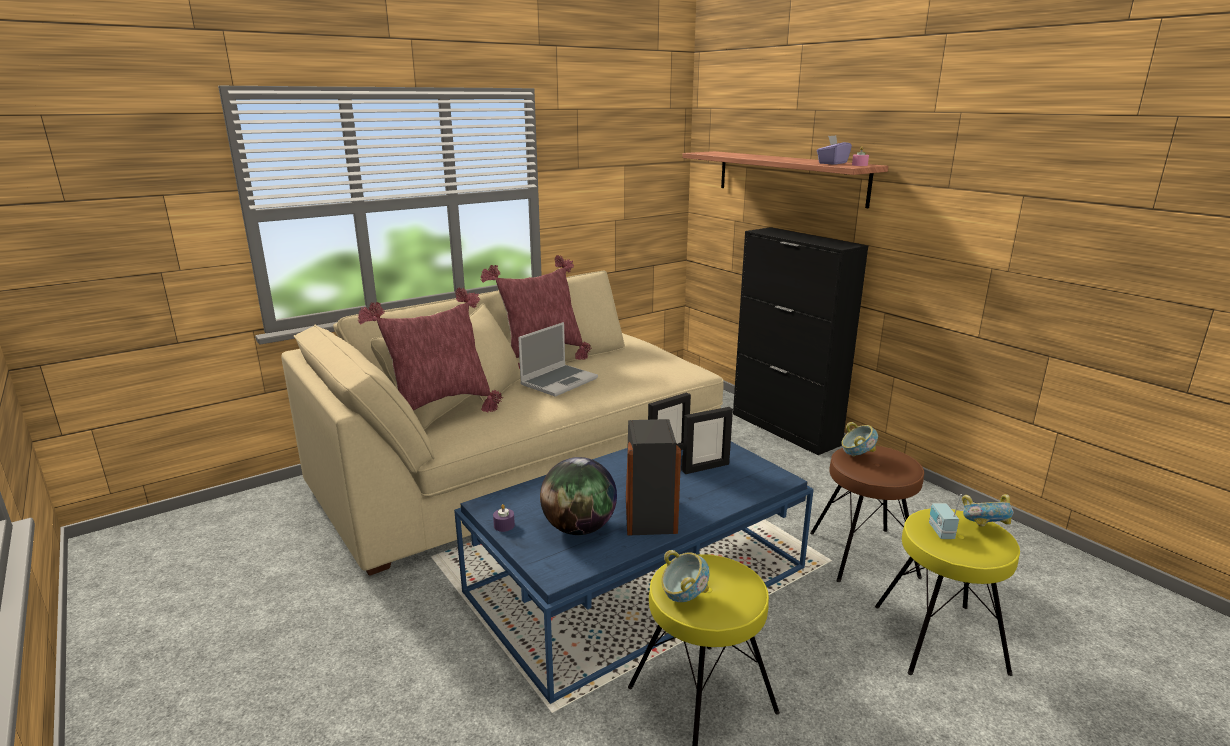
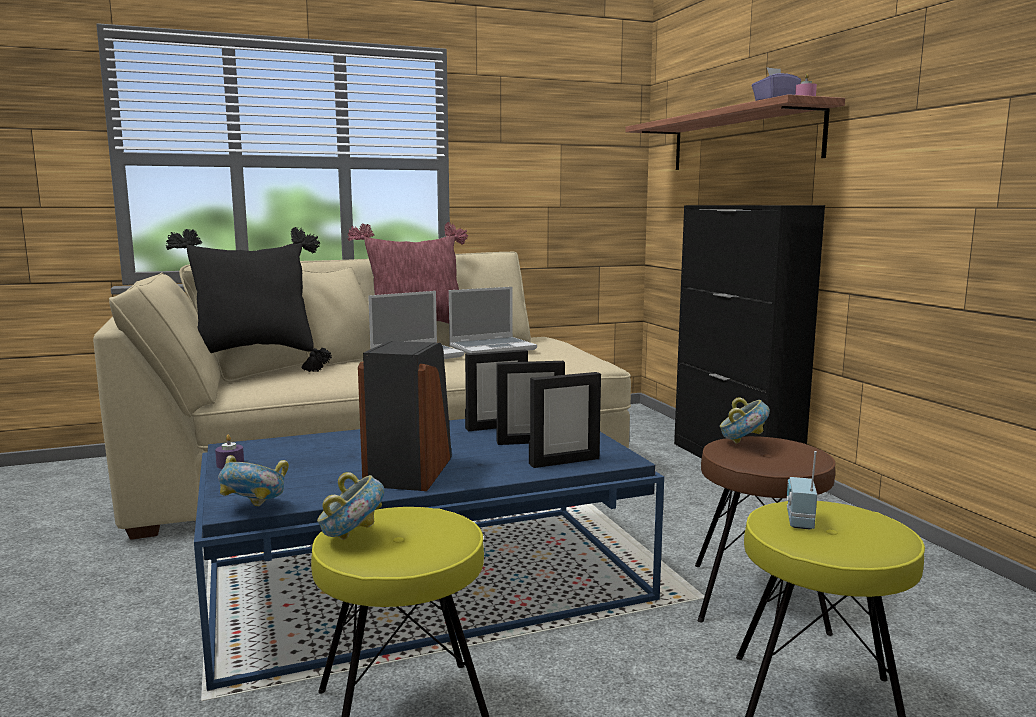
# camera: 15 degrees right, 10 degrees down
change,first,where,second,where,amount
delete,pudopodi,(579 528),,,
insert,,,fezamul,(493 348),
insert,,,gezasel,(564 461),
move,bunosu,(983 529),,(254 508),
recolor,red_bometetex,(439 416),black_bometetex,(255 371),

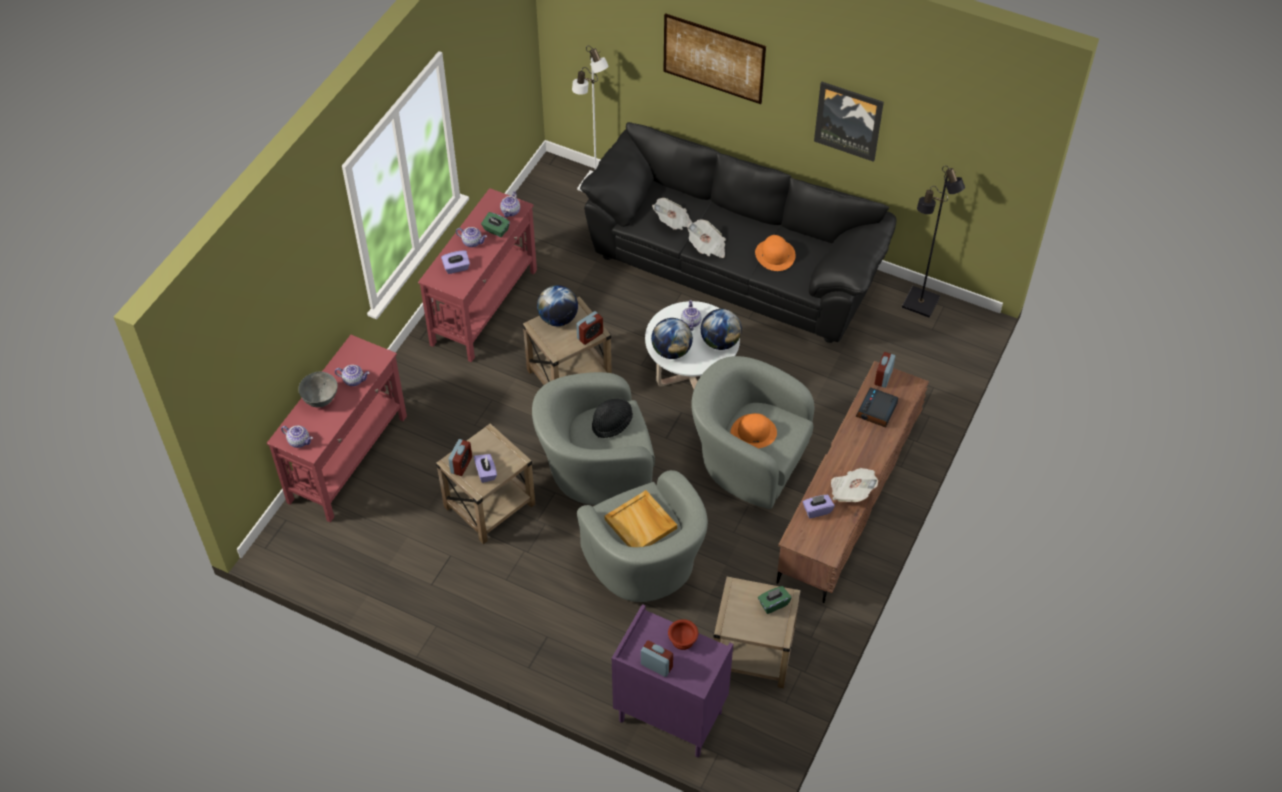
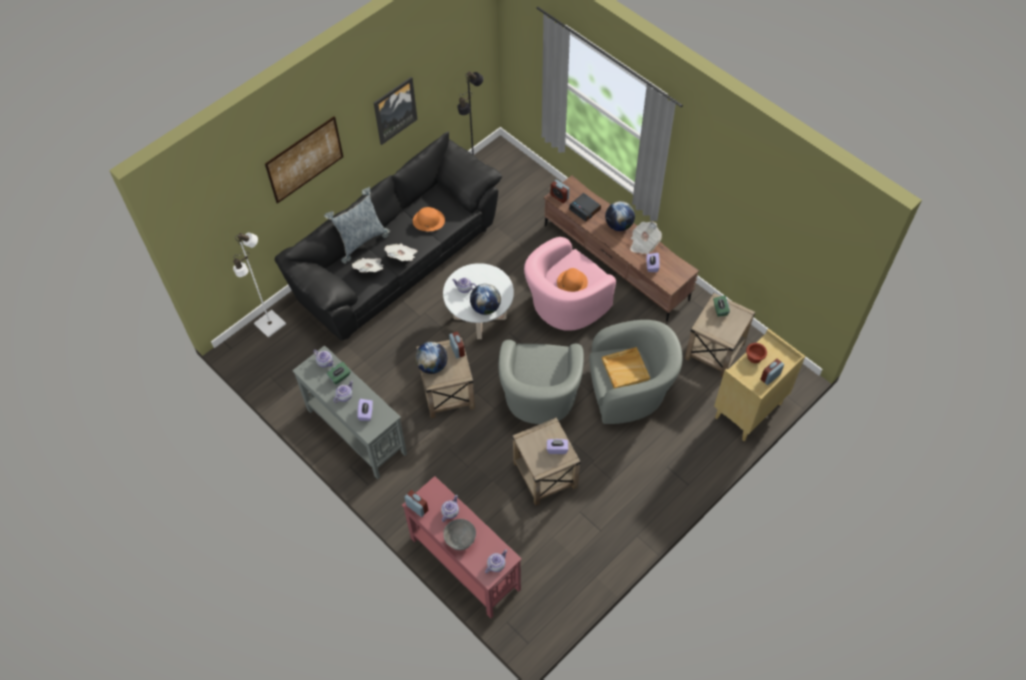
# camera: 70 degrees left, 5 degrees up
change,first,where,second,where,amount
delete,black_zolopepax,(612 423),,,
insert,,,bometetex,(360 243),
move,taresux,(461 465),,(417 508),
move,pudopodi,(720 342),,(619 225),
recolor,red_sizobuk,(485 306),grey_sizobuk,(356 431),
recolor,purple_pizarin,(669 716),beige_pizarin,(748 411),
recolor,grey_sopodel,(748 461),pink_sopodel,(566 307),

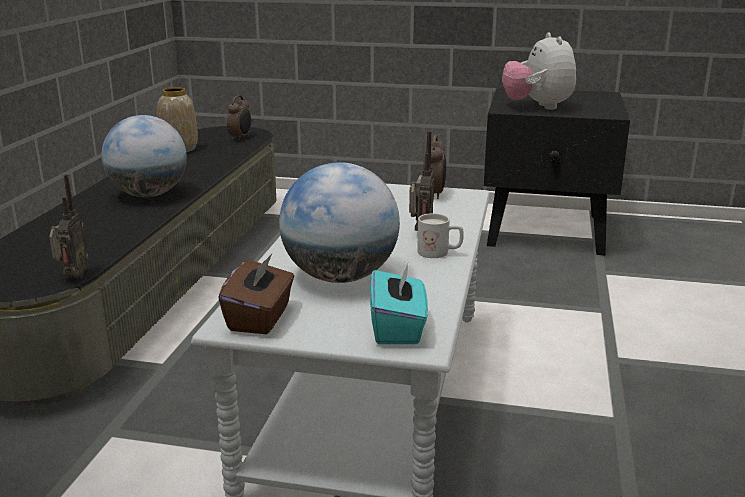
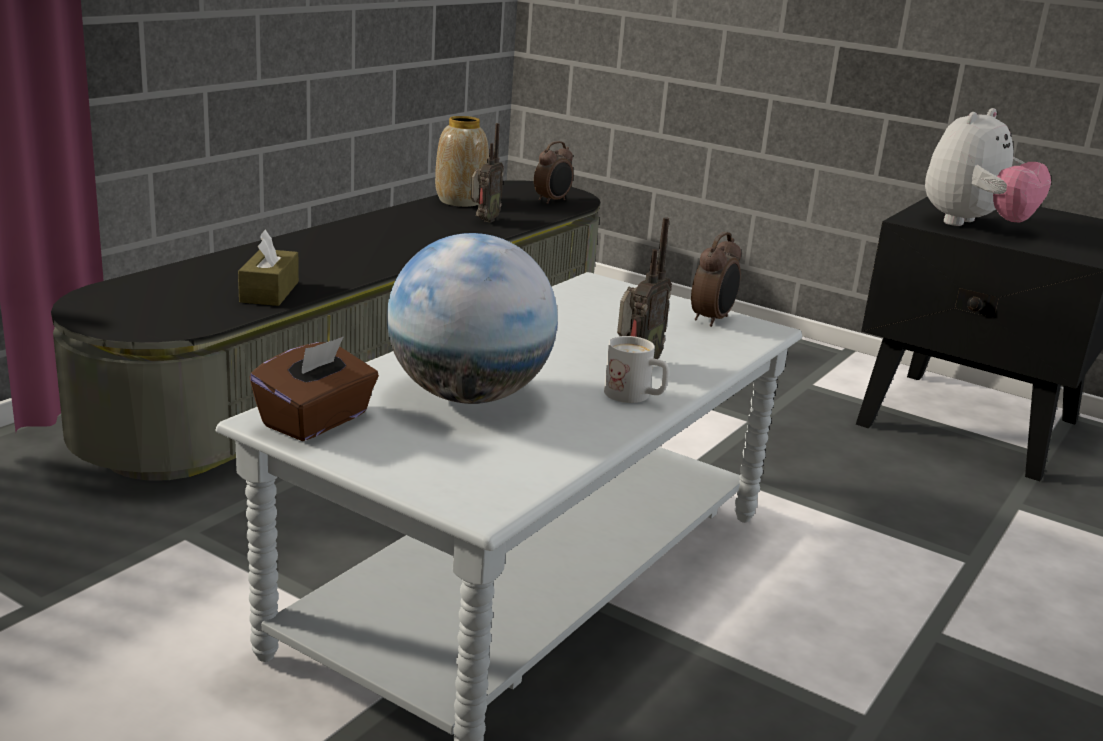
# camera: 20 degrees right, 0 degrees up
change,first,where,second,where,amount
delete,pudopodi,(149 195),,,
delete,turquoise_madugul,(398 328),,,
insert,,,brown_madugul,(269 292),
move,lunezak,(72 277),,(484 221),
rotate,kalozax,(537 107),,(973 225),150 degrees counterclockwise

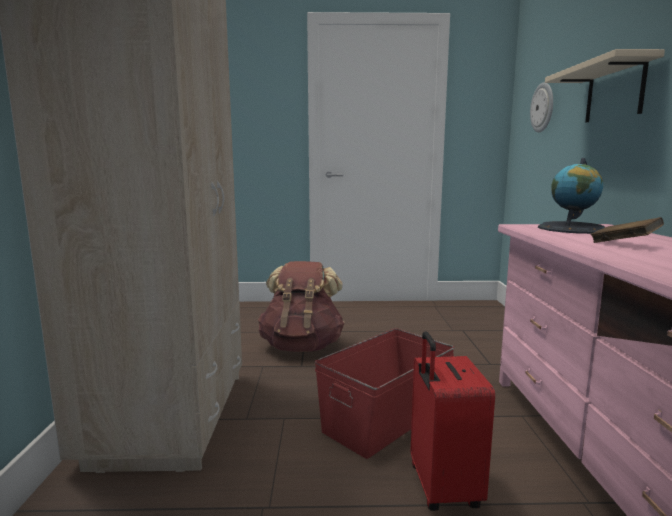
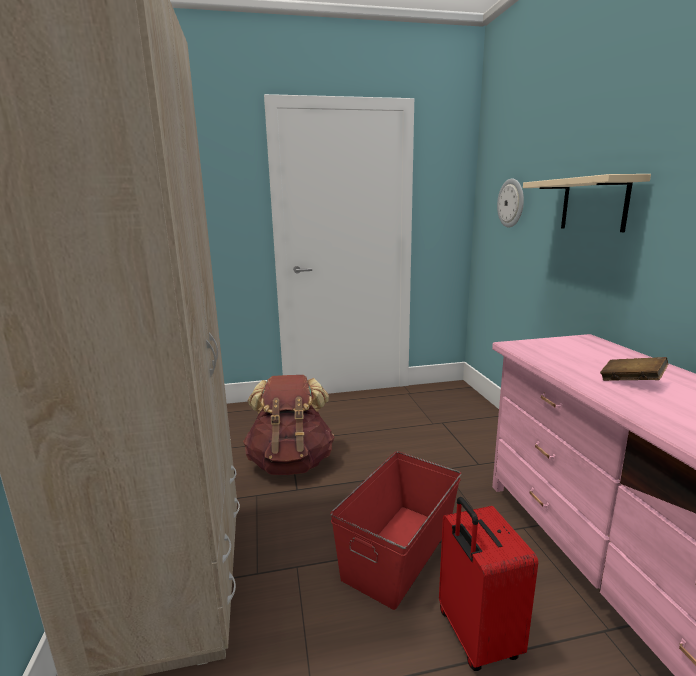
# camera: 10 degrees left, 5 degrees up
change,first,where,second,where,amount
delete,pudopodi,(572 229),,,

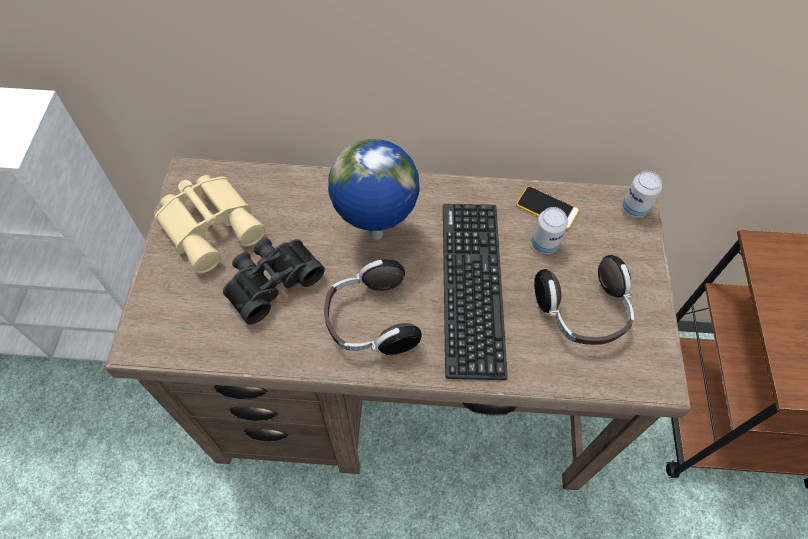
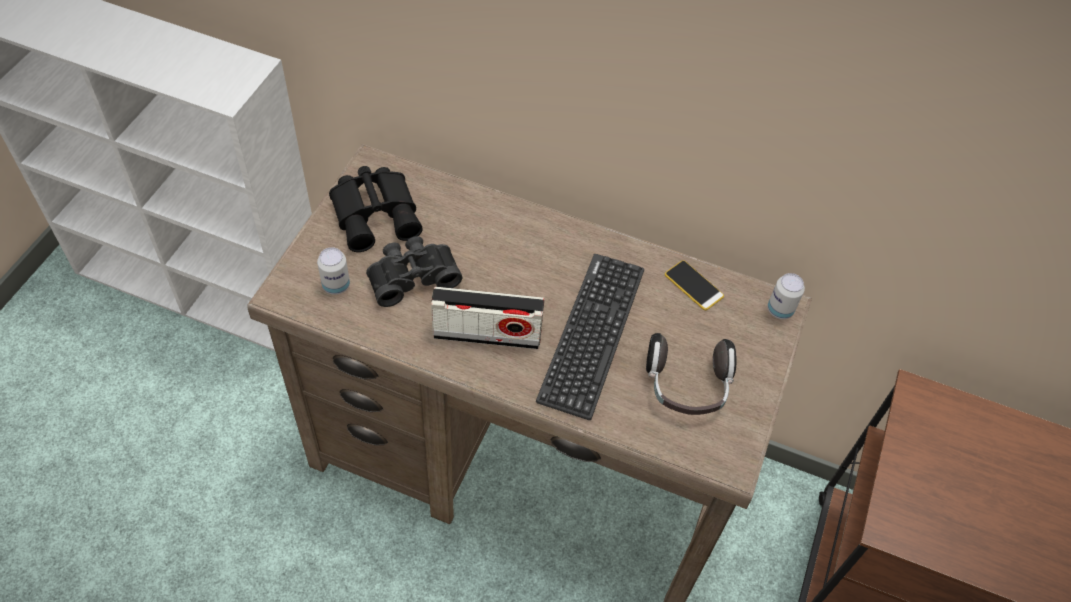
# camera: 15 degrees right, 5 degrees down
change,first,where,second,where,amount
delete,pudopodi,(376 235),,,
move,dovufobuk,(544 244),,(336 285),
replace,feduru,(370 321),lunezak,(487 335),
recolor,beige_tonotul,(212 225),black_tonotul,(377 213),

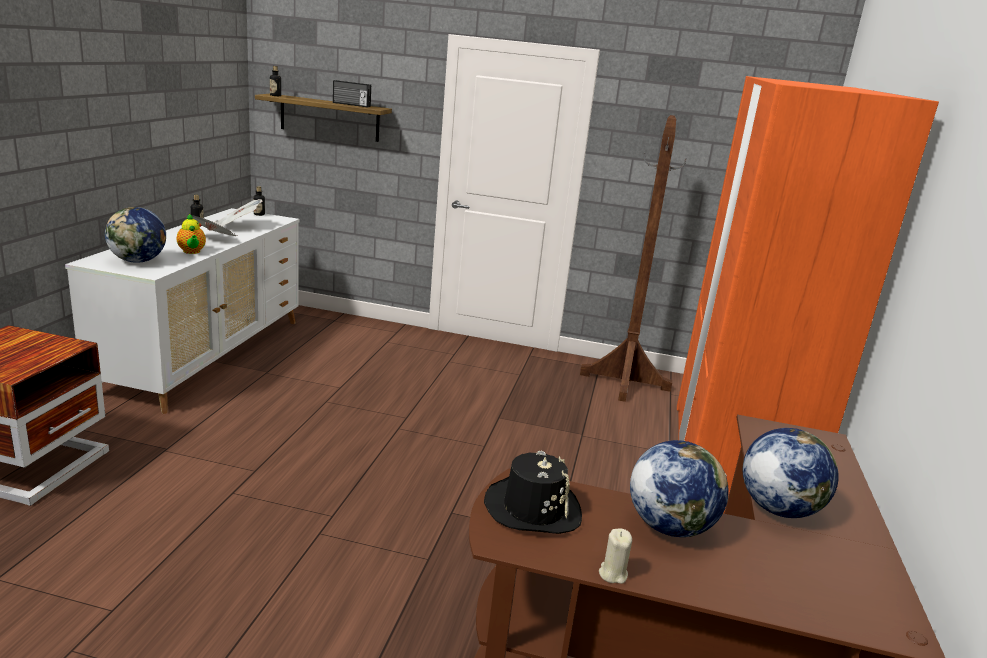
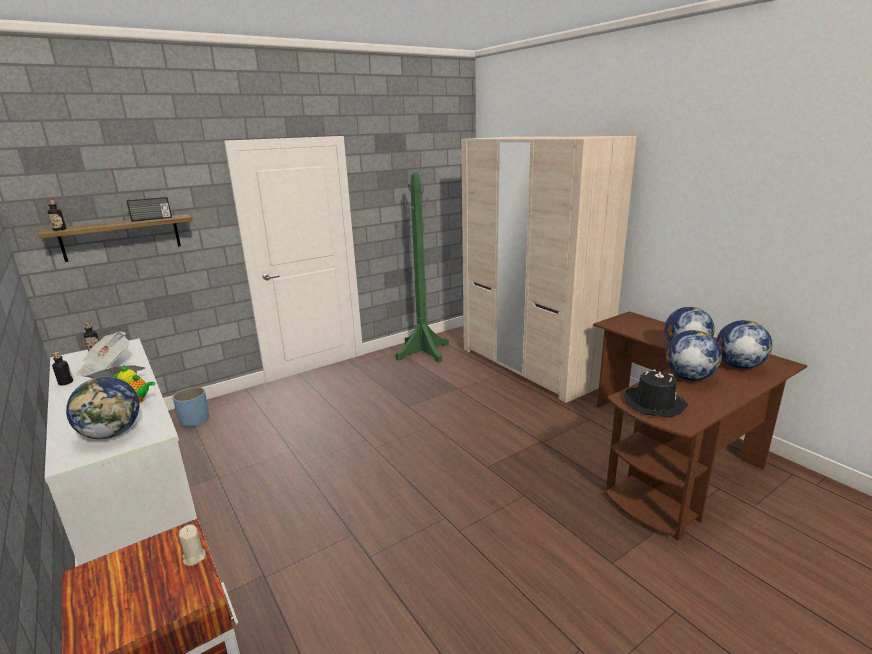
# camera: 45 degrees left, 0 degrees up
change,first,where,second,where,amount
insert,,,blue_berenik,(195 420),
insert,,,pudopodi,(738 366),
move,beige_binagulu,(612 574),,(194 557),
recolor,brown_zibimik,(625 381),green_zibimik,(423 351),
recolor,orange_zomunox,(728 468),beige_zomunox,(531 365),

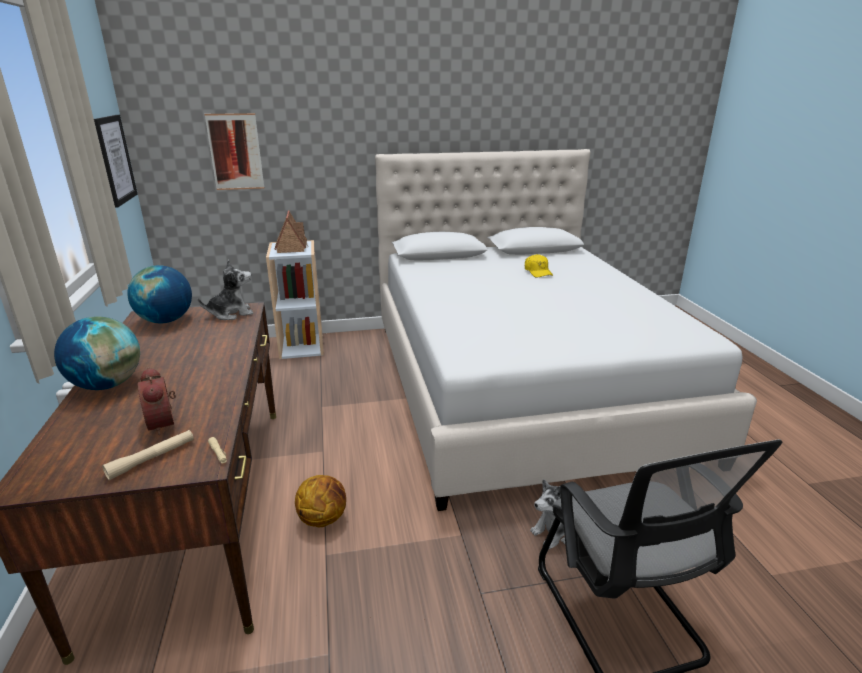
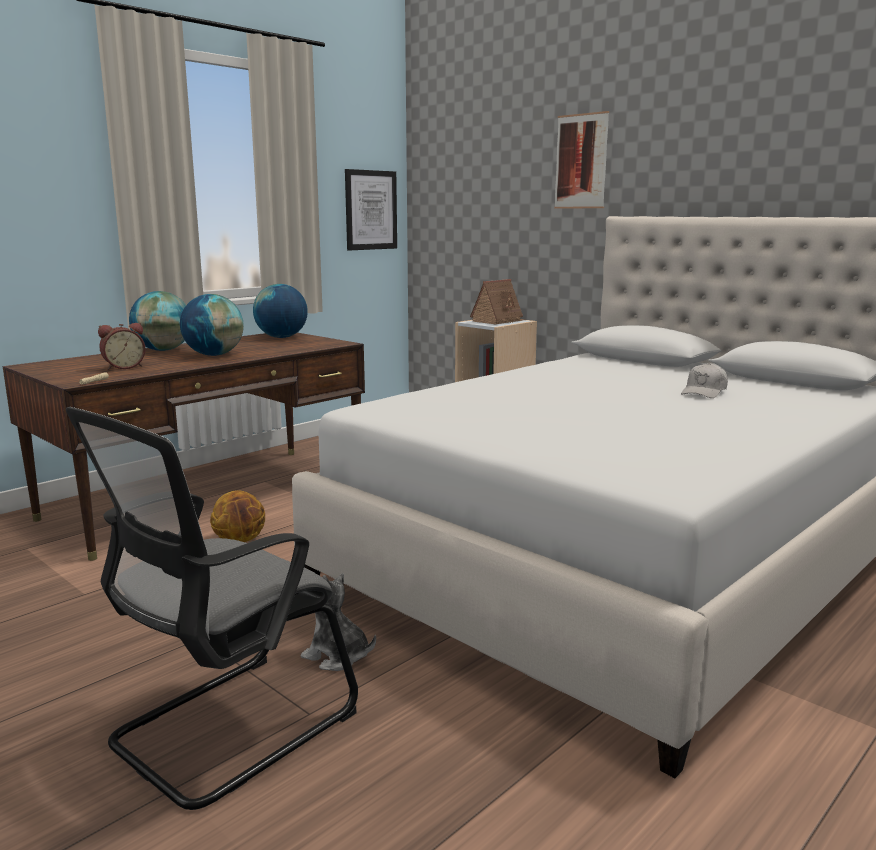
# camera: 55 degrees right, 10 degrees down
change,first,where,second,where,amount
delete,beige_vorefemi,(152 459),,,
delete,kalozax,(231 313),,,
insert,,,pudopodi,(214 355),
move,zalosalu,(235 152),,(581 161),
recolor,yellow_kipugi,(538 272),white_kipugi,(704 392),
rotate,taresux,(165 423),,(124 367),150 degrees counterclockwise

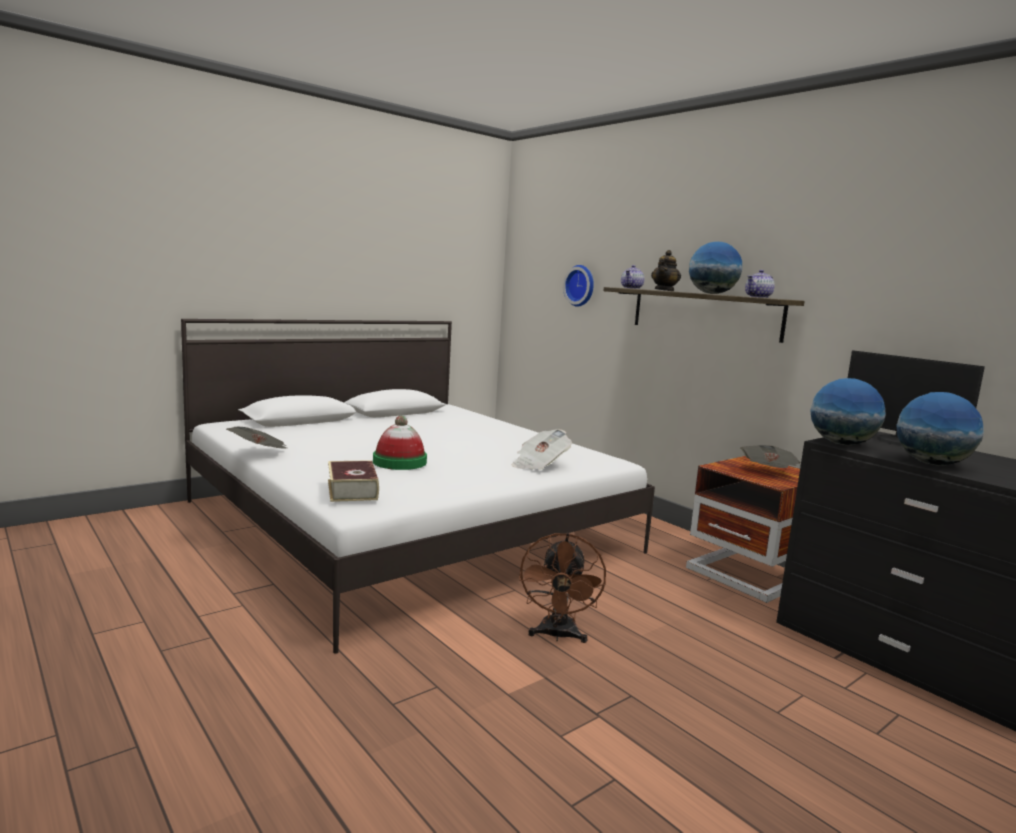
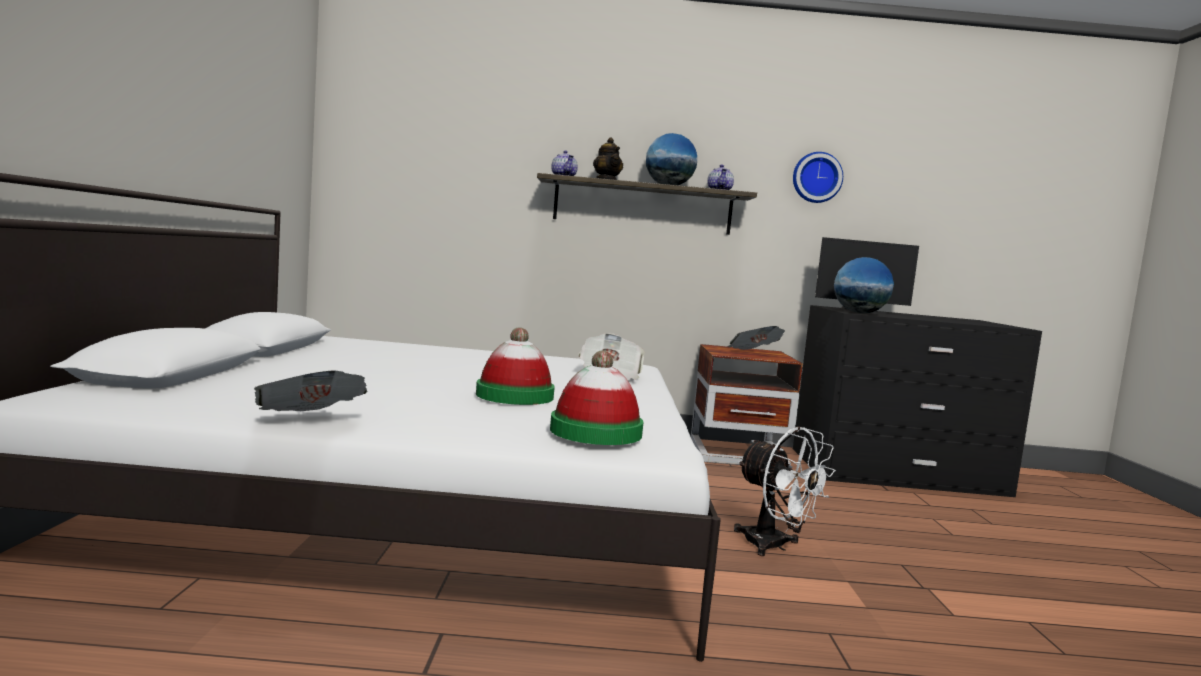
# camera: 50 degrees left, 5 degrees down
change,first,where,second,where,amount
delete,pudopodi,(932 464),,,
move,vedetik,(581 286),,(816 177),
replace,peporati,(352 490),zolopepax,(596 432),
recolor,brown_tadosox,(557 636),white_tadosox,(774 546),

